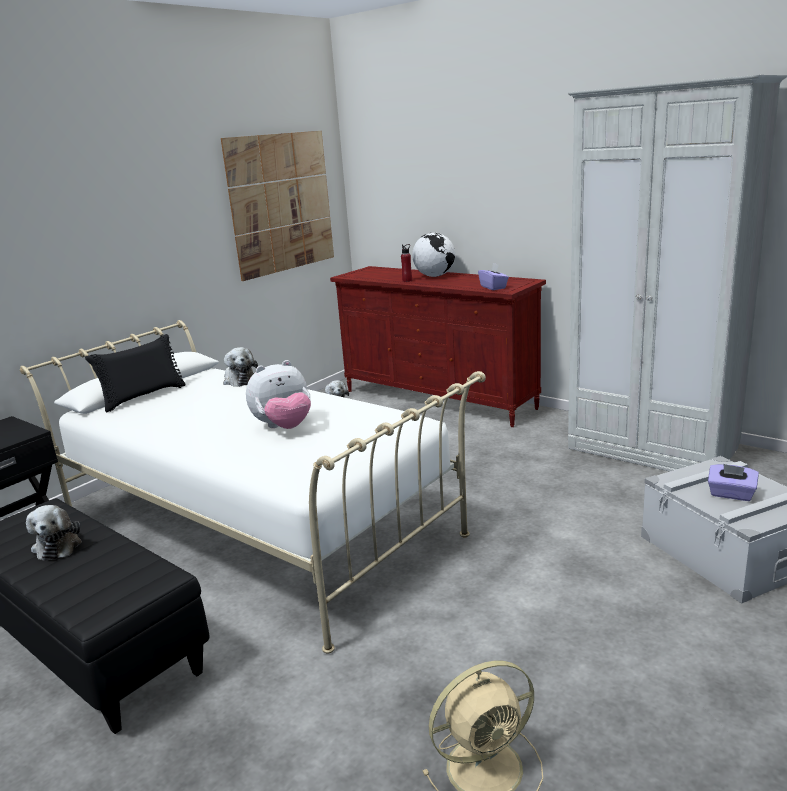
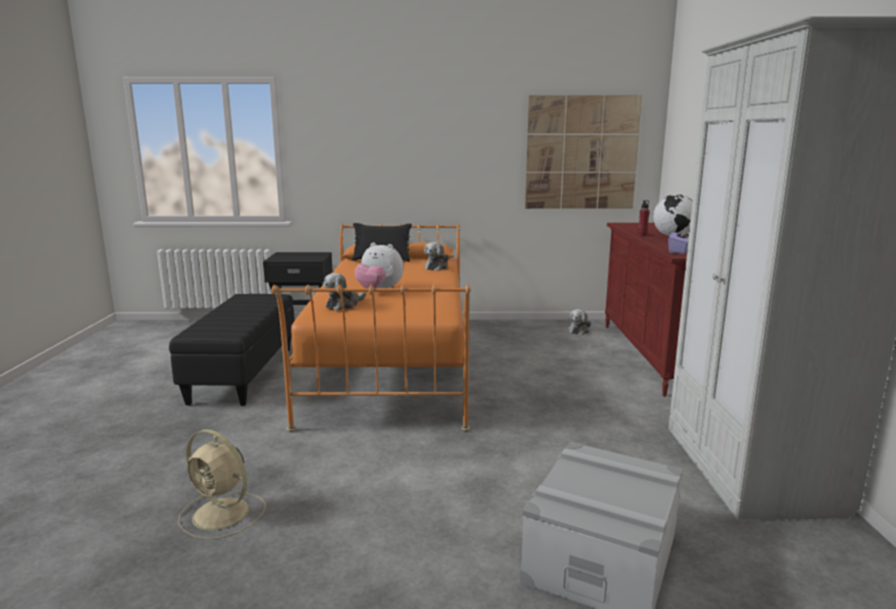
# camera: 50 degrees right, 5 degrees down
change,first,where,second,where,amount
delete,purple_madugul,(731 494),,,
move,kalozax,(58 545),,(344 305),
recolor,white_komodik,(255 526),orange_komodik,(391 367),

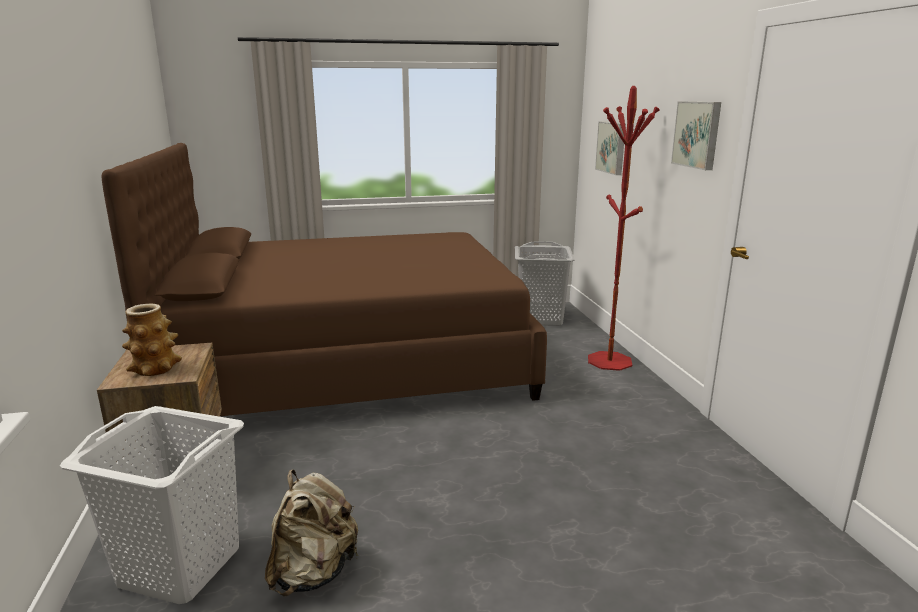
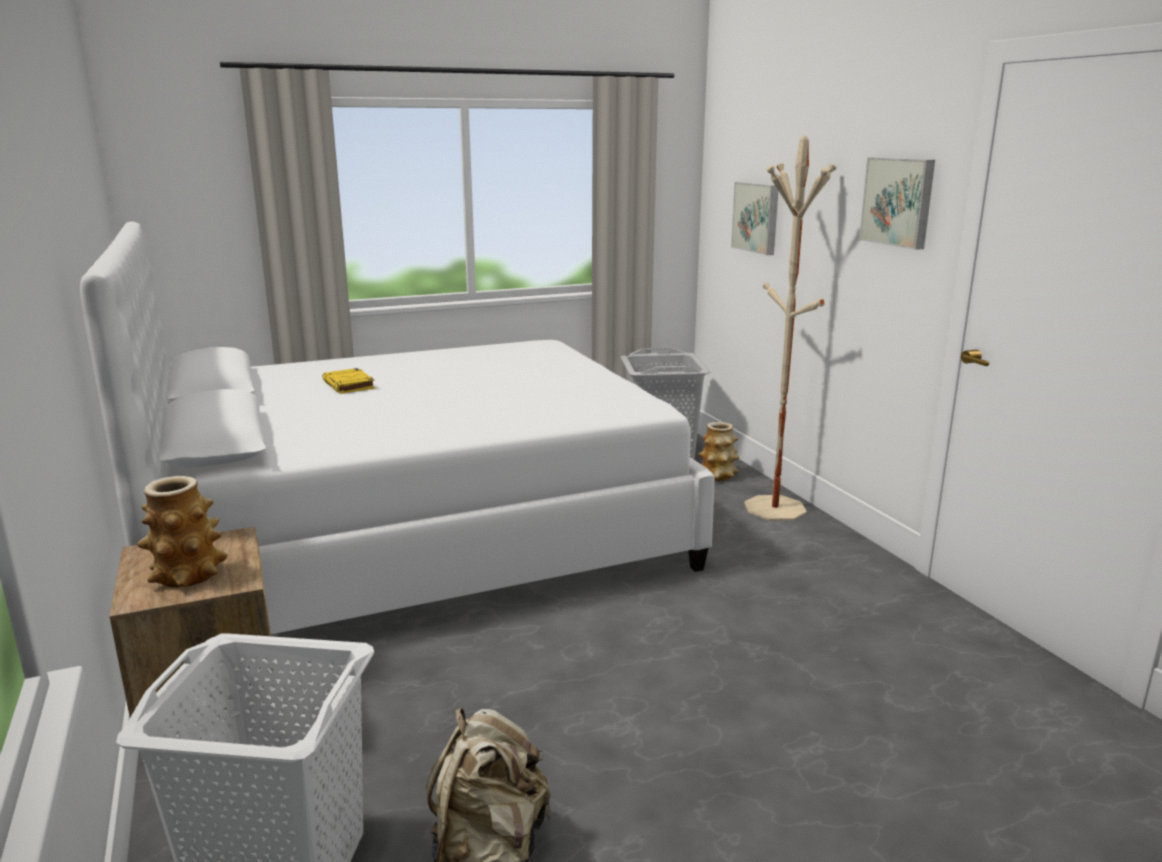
# camera: 10 degrees left, 0 degrees up
change,first,where,second,where,amount
insert,,,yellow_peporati,(349 385),
insert,,,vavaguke,(717 476),
recolor,brown_komodik,(350 361),white_komodik,(417 535),
recolor,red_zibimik,(609 361),beige_zibimik,(775 508),

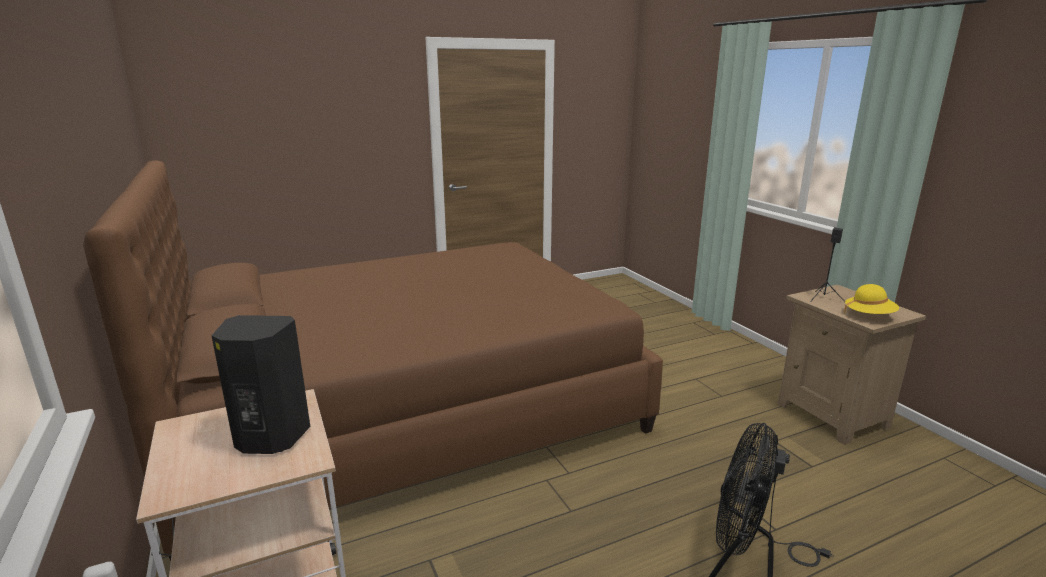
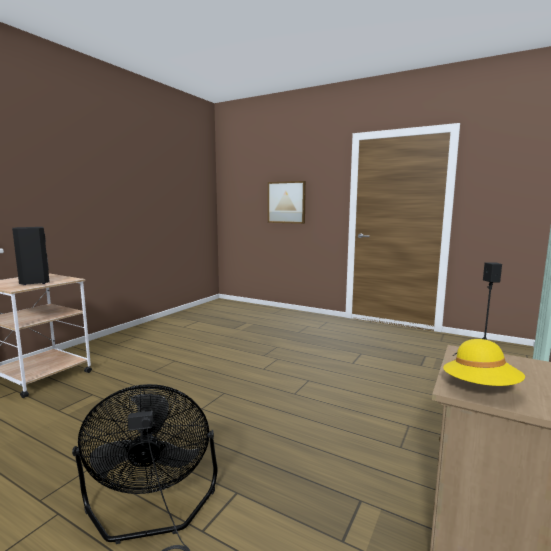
# camera: 55 degrees right, 10 degrees down
change,first,where,second,where,amount
delete,brown_komodik,(407 409),,,
insert,,,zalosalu,(286 202),

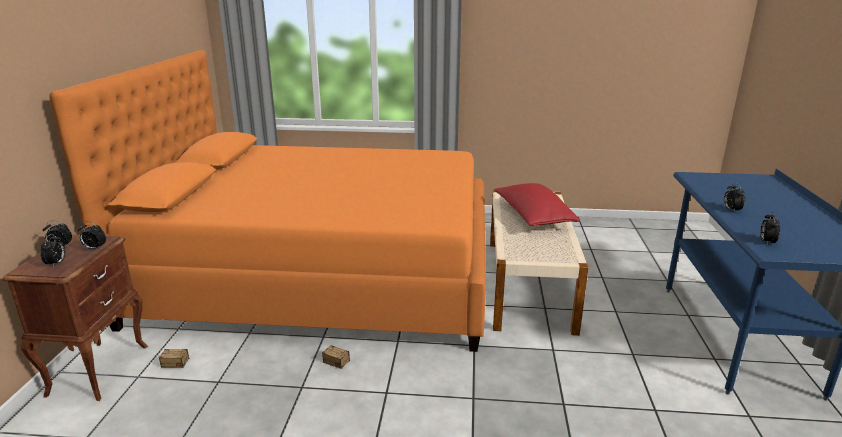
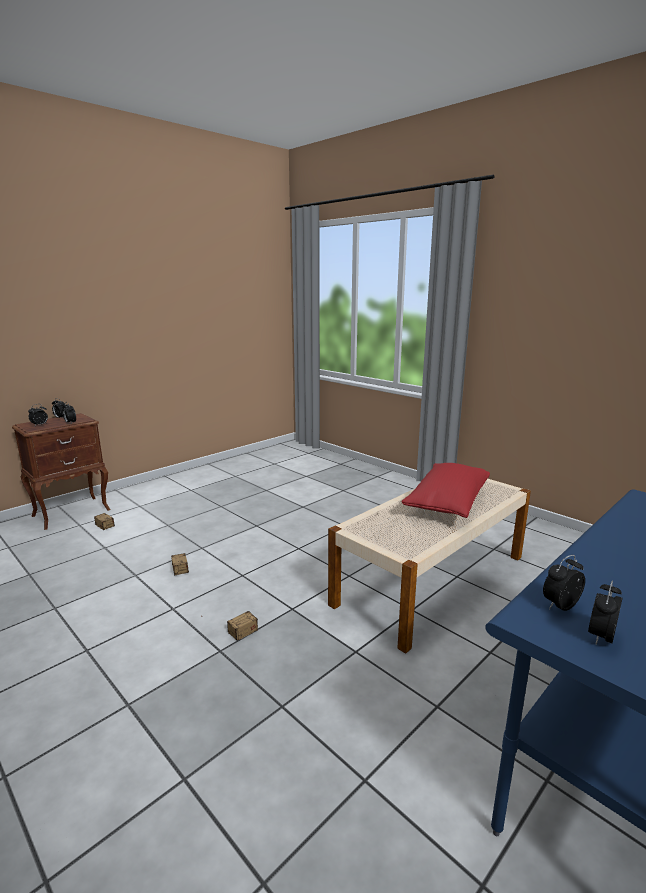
# camera: 40 degrees right, 5 degrees down
change,first,where,second,where,amount
delete,orange_komodik,(323 273),,,
insert,,,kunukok,(228 639),
move,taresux,(731 210),,(600 636),

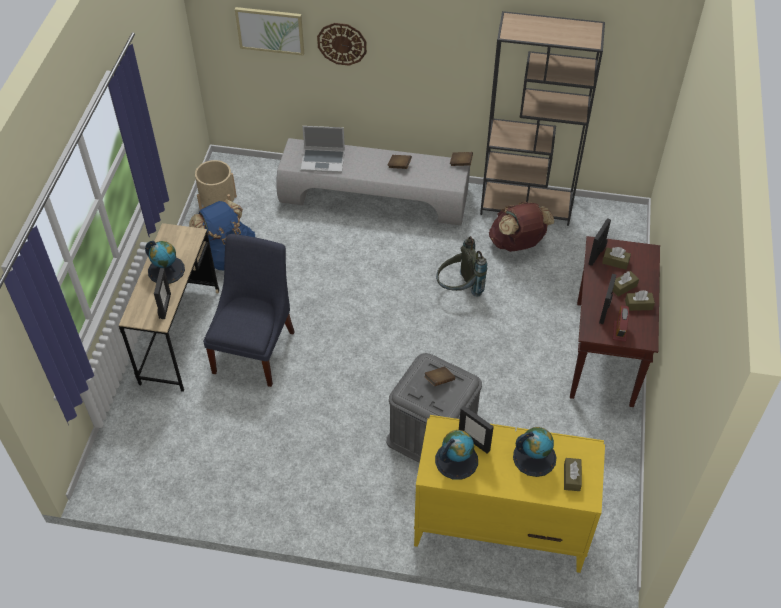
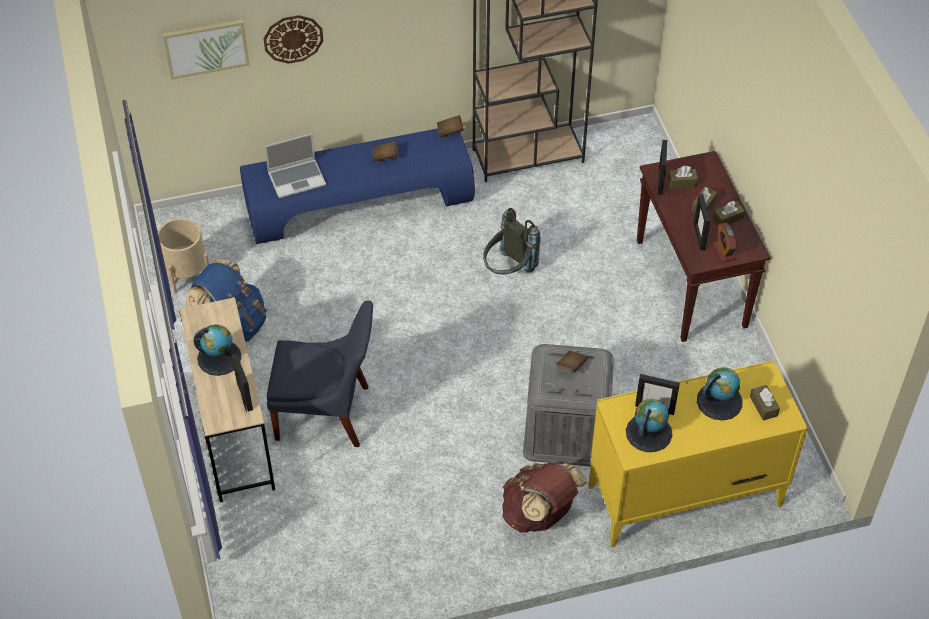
# camera: 25 degrees left, 0 degrees up
change,first,where,second,where,amount
move,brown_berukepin,(517 244),,(539 514),
recolor,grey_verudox,(374 197),blue_verudox,(358 202),
rotate,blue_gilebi,(255 348),,(327 414),105 degrees clockwise

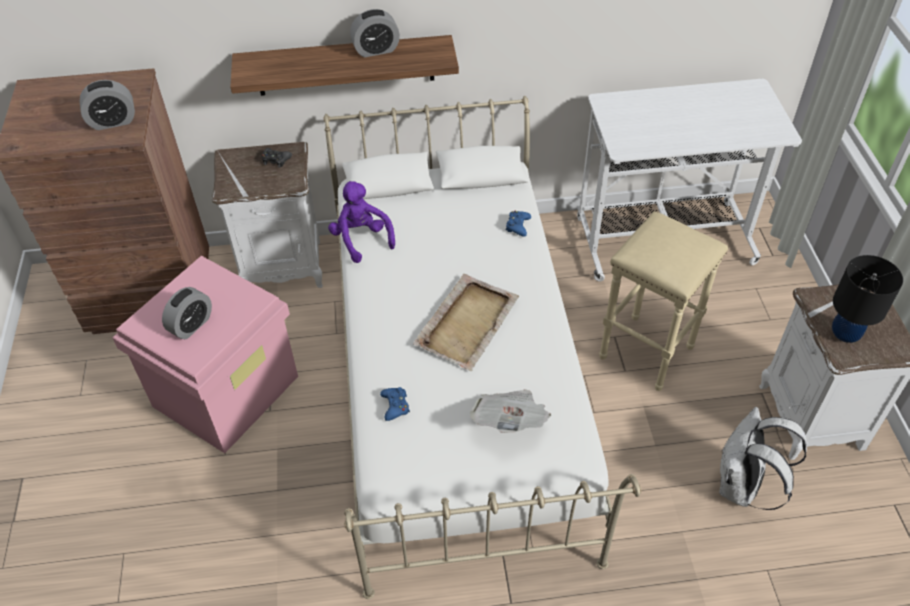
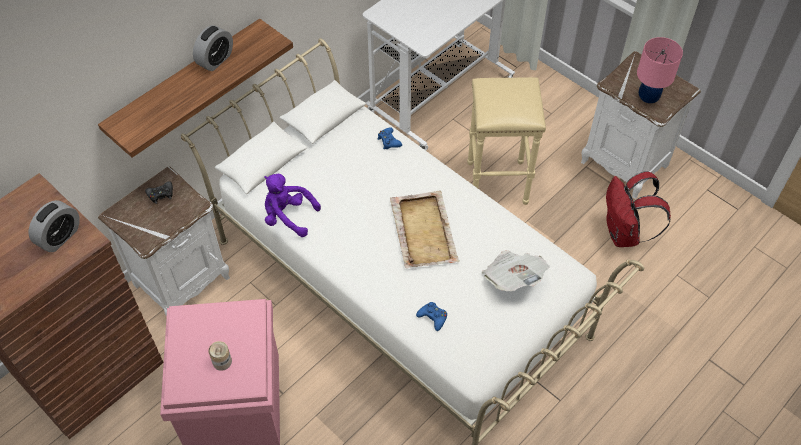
# camera: 40 degrees left, 5 degrees up
change,first,where,second,where,amount
replace,taresux,(191 325),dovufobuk,(222 361),
recolor,white_berukepin,(742 487),red_berukepin,(624 234),
recolor,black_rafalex,(844 335),pink_rafalex,(648 98),

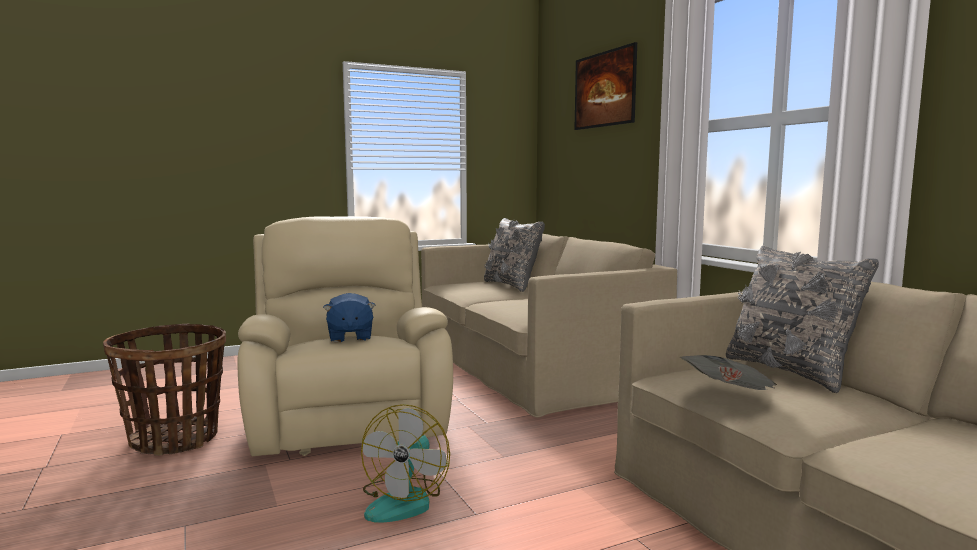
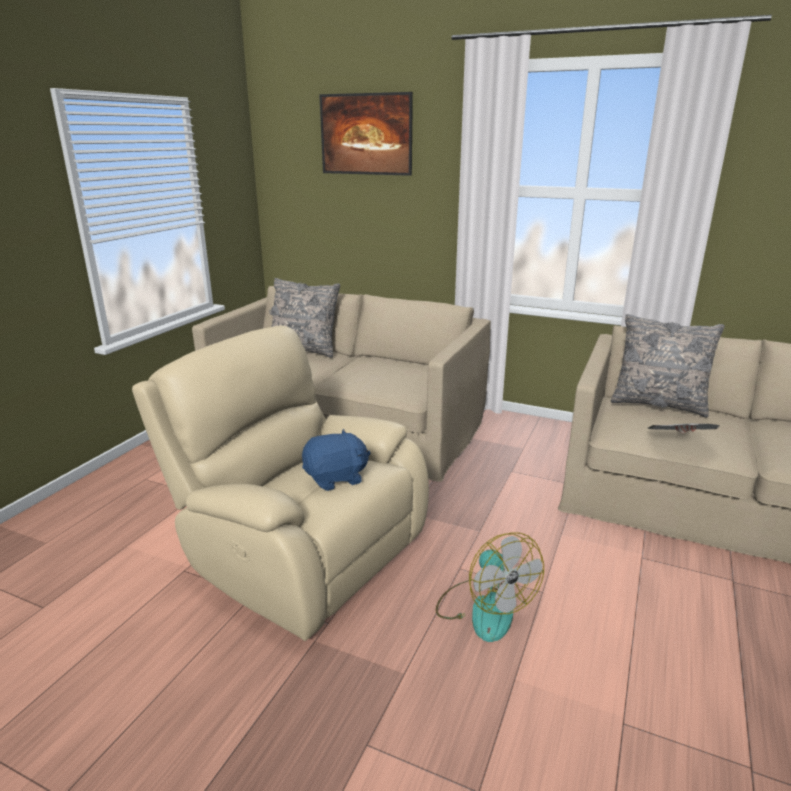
# camera: 40 degrees left, 15 degrees up
change,first,where,second,where,amount
delete,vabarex,(175 439),,,
rotate,blue_kalozax,(349 337),,(336 478),60 degrees counterclockwise

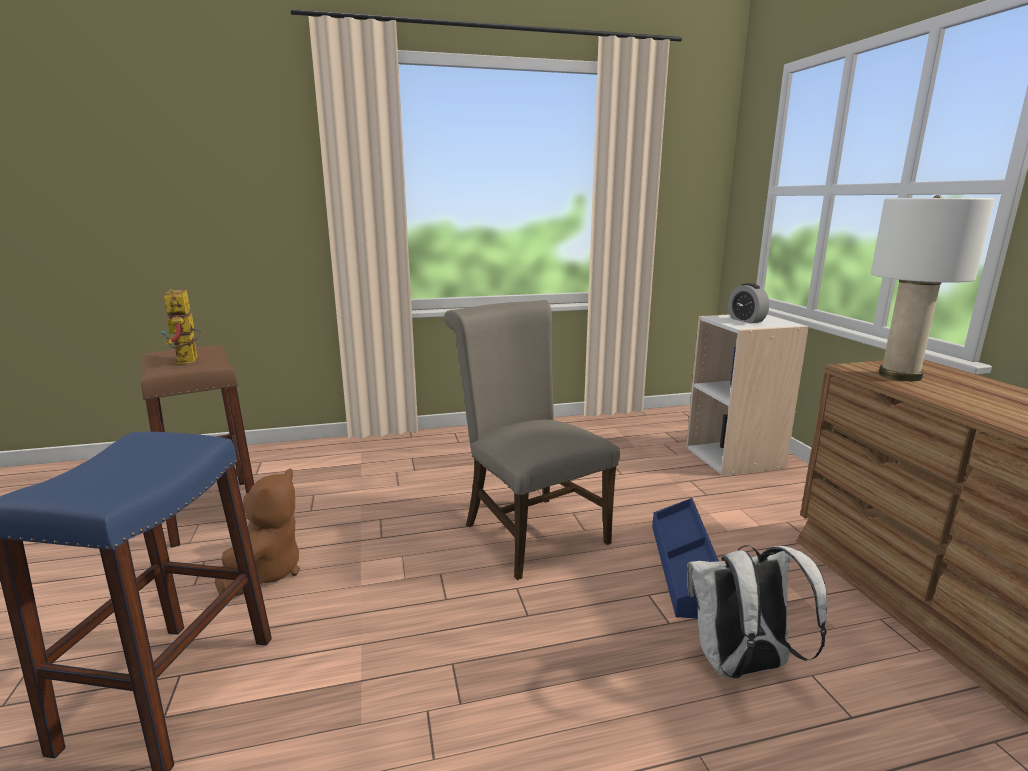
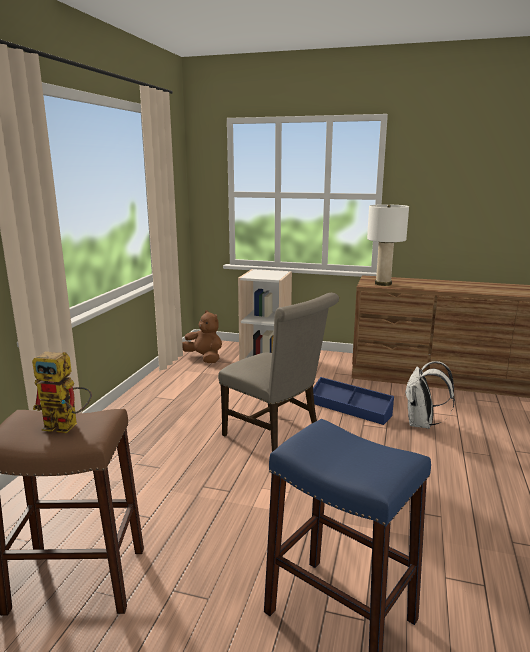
# camera: 60 degrees left, 0 degrees up
change,first,where,second,where,amount
delete,taresux,(746 320),,,
move,brown_kalozax,(266 572),,(204 358),
rotate,beige_gilebi,(529 530),,(276 436),135 degrees counterclockwise

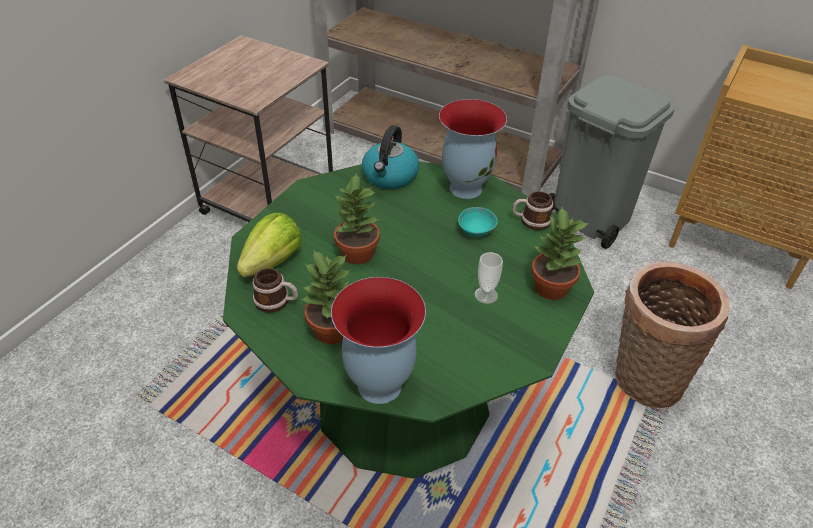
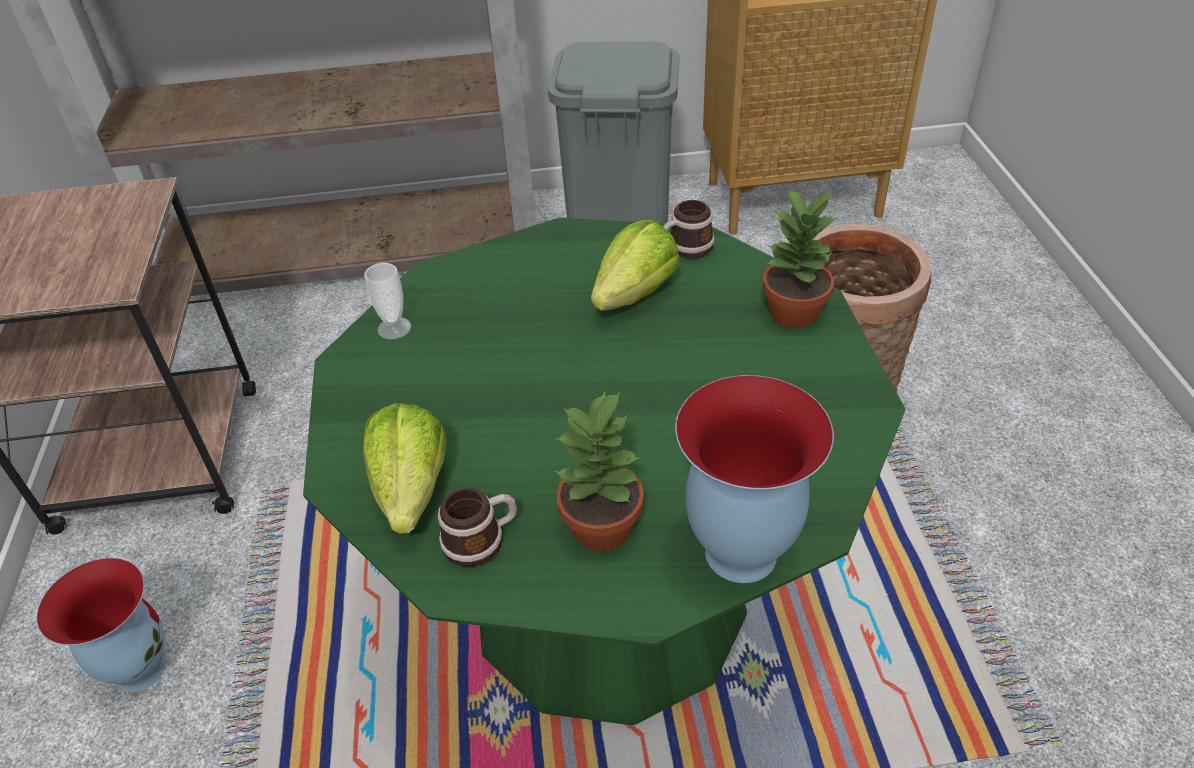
# camera: 35 degrees left, 0 degrees up
change,first,where,second,where,amount
delete,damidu,(357 254),,,
delete,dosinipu,(390 176),,,
move,vavaguke,(465 187),,(139 668),
move,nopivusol,(486 295),,(394 328),
replace,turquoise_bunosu,(476 230),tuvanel,(635 294),

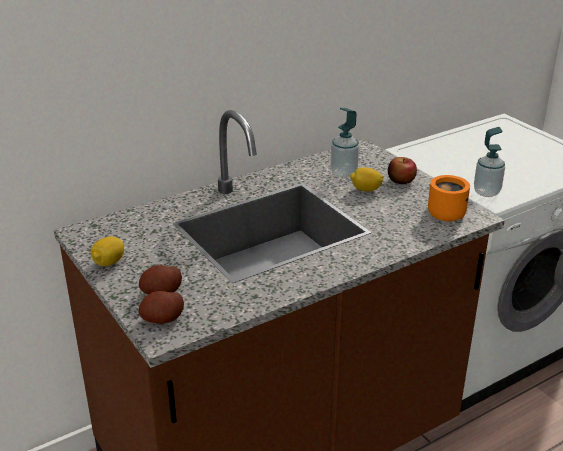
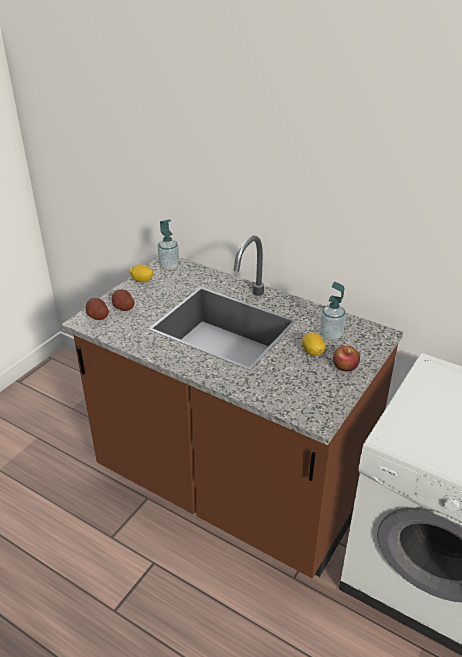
# camera: 65 degrees right, 5 degrees up
change,first,where,second,where,amount
delete,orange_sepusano,(443 213),,,
move,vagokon,(486 192),,(169 266),

